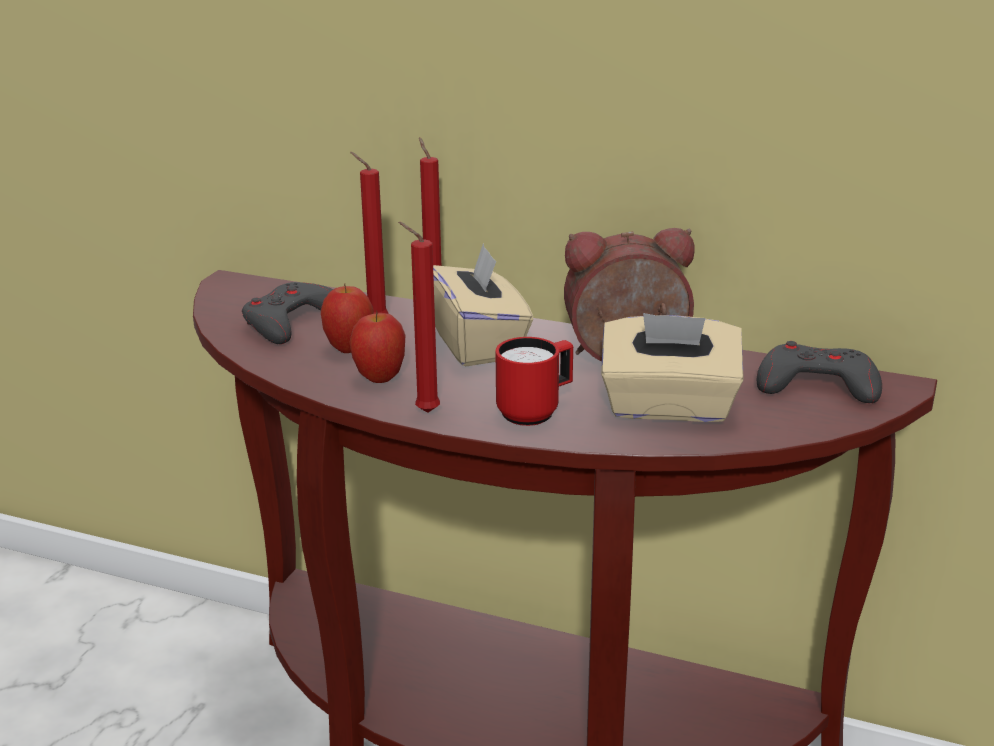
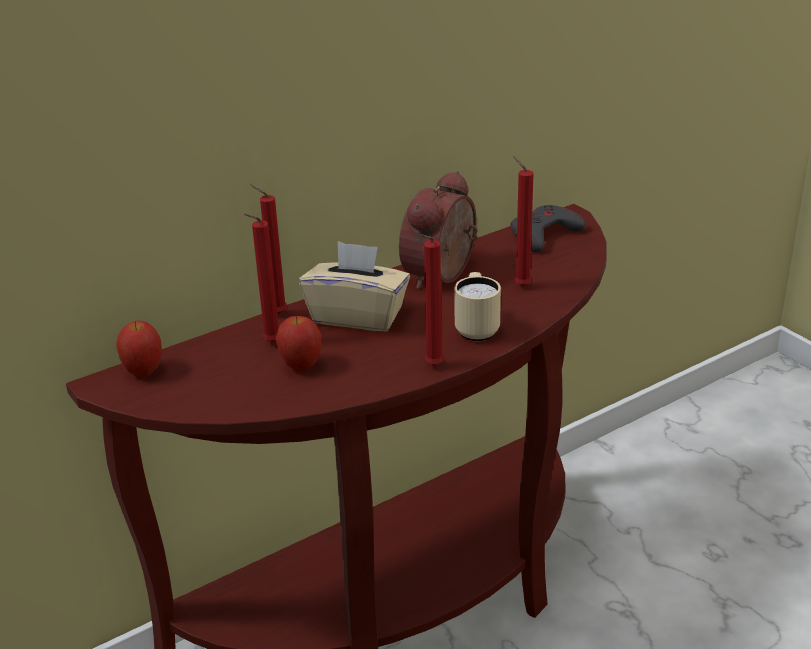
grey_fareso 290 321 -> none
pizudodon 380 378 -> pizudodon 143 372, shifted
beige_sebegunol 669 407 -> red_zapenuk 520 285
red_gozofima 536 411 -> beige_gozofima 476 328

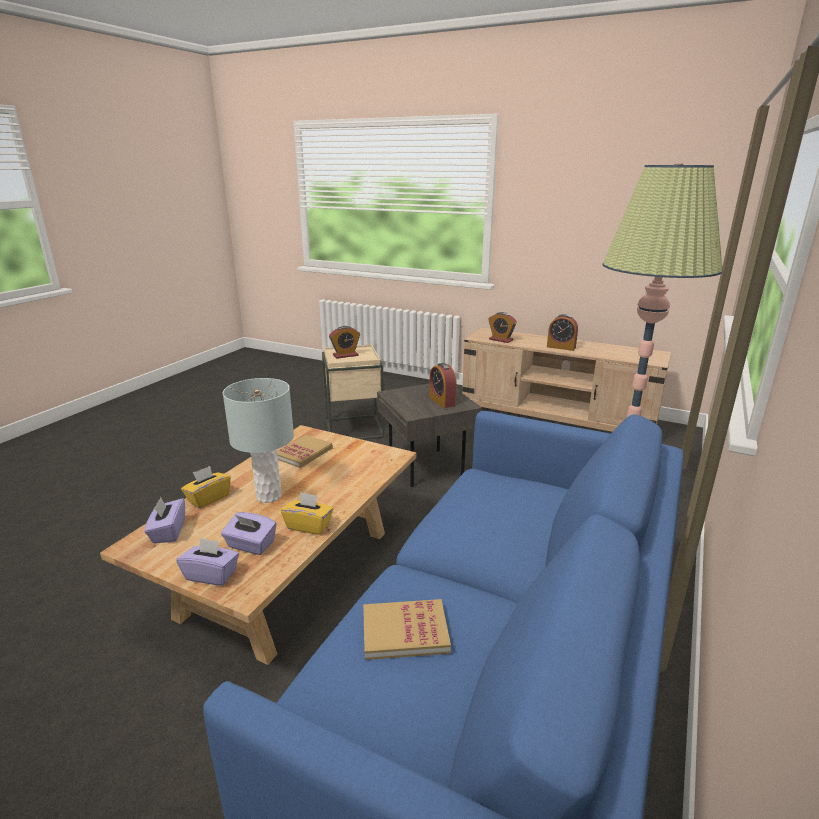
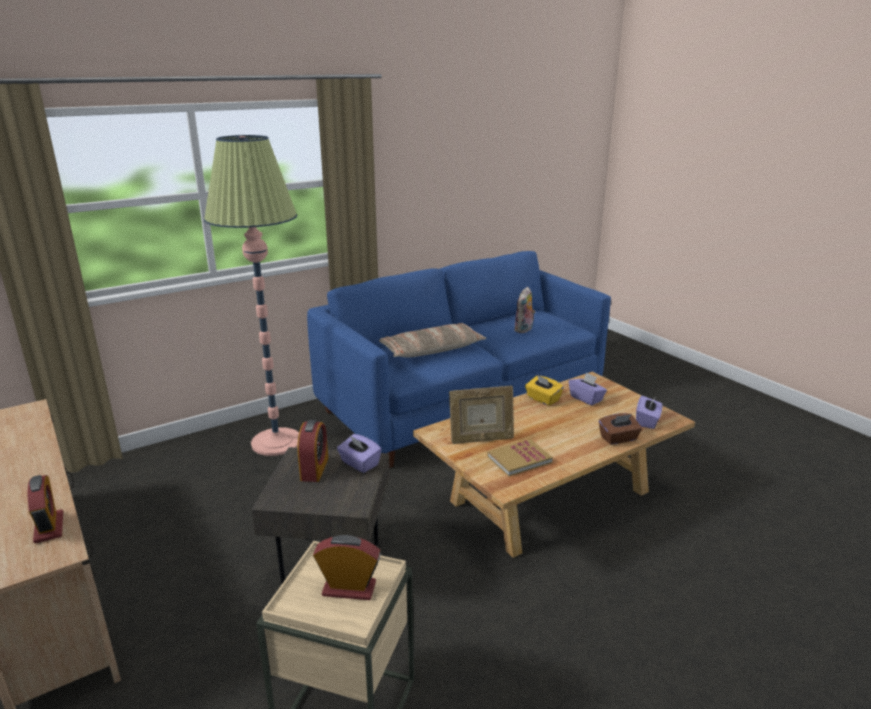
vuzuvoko 561 347 -> none
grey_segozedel 268 496 -> none
yellow_sebegunol 208 498 -> brown_sebegunol 618 438
purple_sebegunol 211 575 -> purple_sebegunol 359 463, shifted
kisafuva 405 631 -> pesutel 524 330
none -> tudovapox 432 350
none -> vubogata 481 440

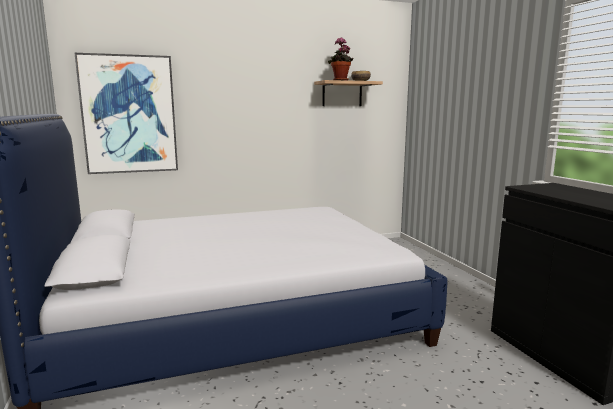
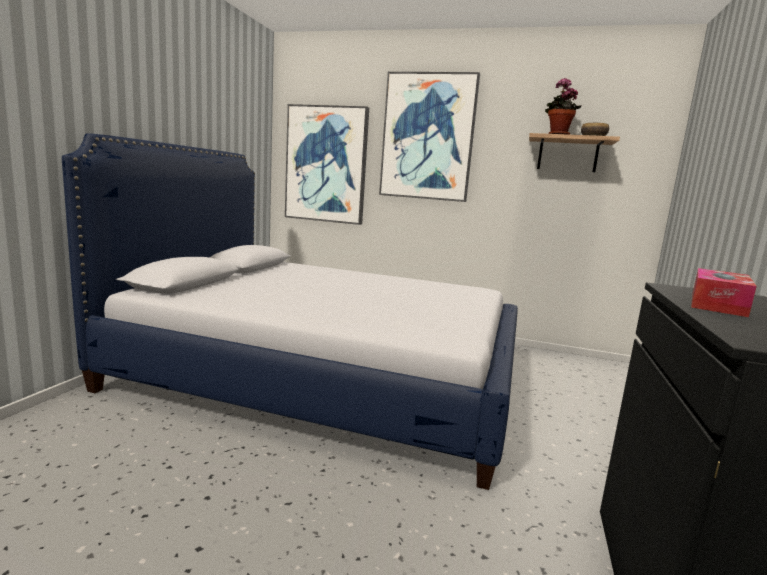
none -> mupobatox 428 137
none -> sebegunol 717 304

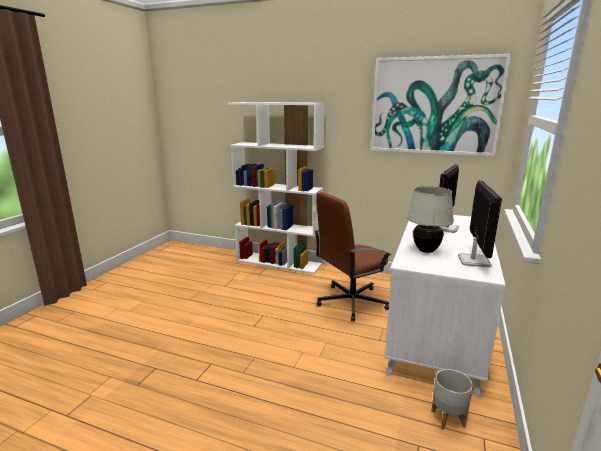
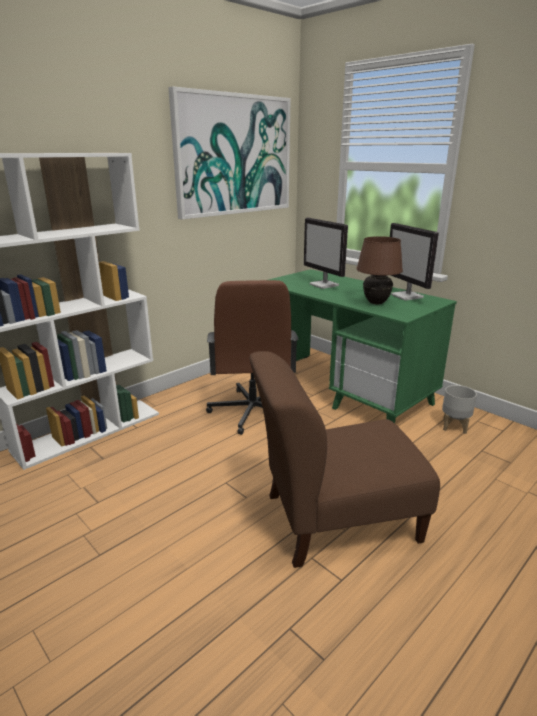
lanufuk 473 261 -> lanufuk 407 296, 150 degrees counterclockwise
white_segozedel 425 251 -> brown_segozedel 376 303
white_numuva 436 334 -> green_numuva 344 389
none -> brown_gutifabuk 334 519

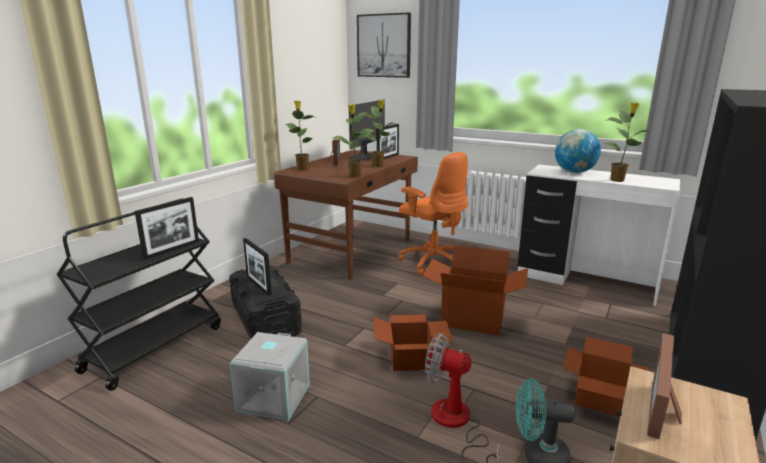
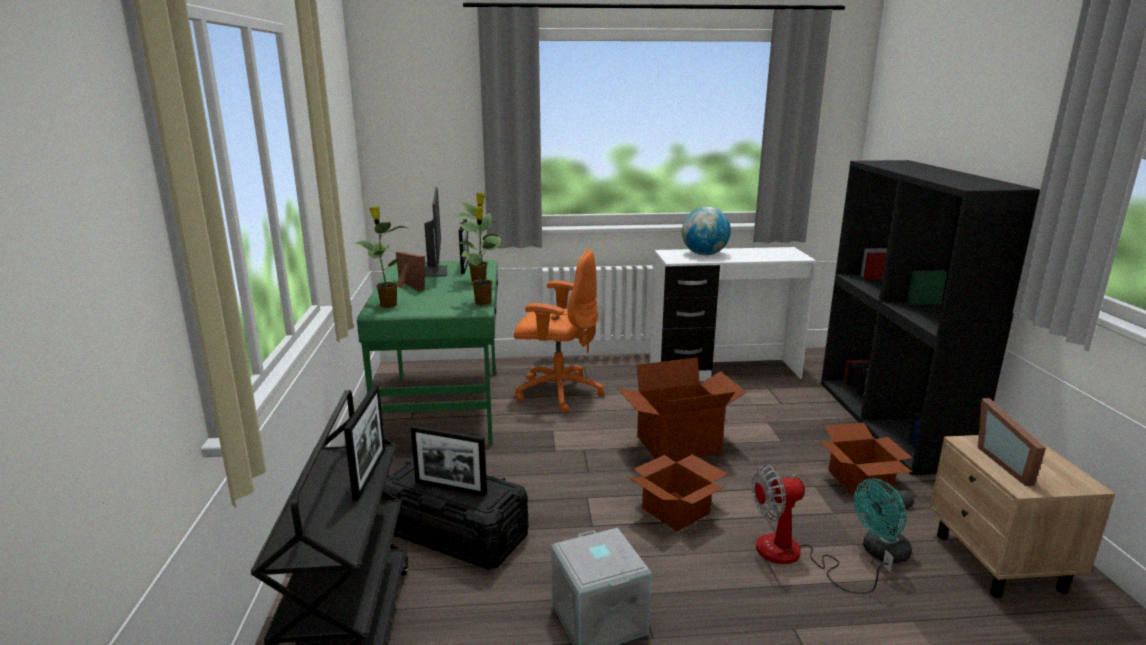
mupobatox 384 46 -> none
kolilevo 618 180 -> none
brown_numuva 352 251 -> green_numuva 443 406

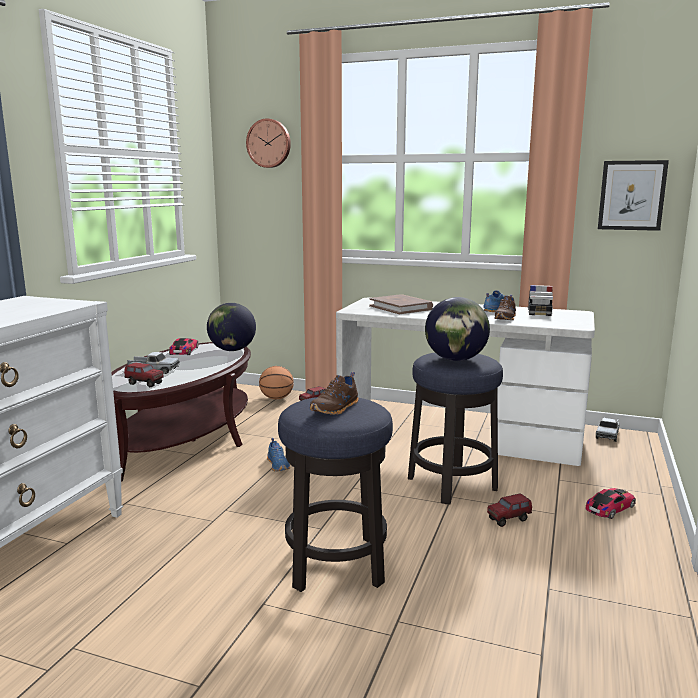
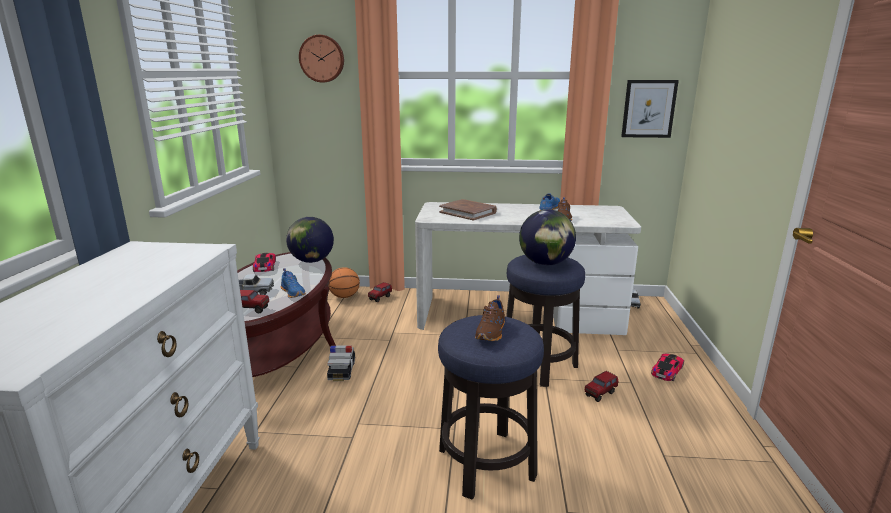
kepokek 539 312 -> kepokek 342 370, shifted
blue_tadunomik 278 465 -> blue_tadunomik 293 292, shifted

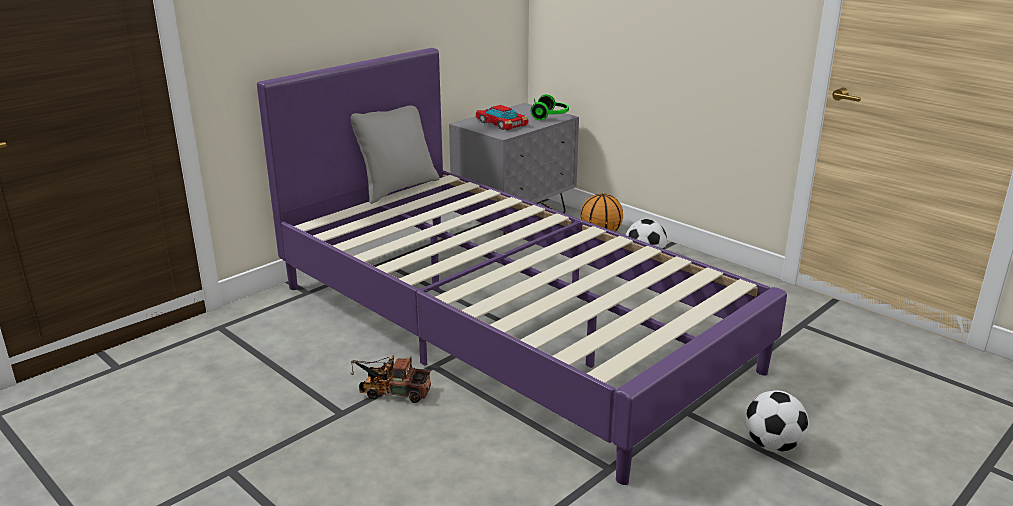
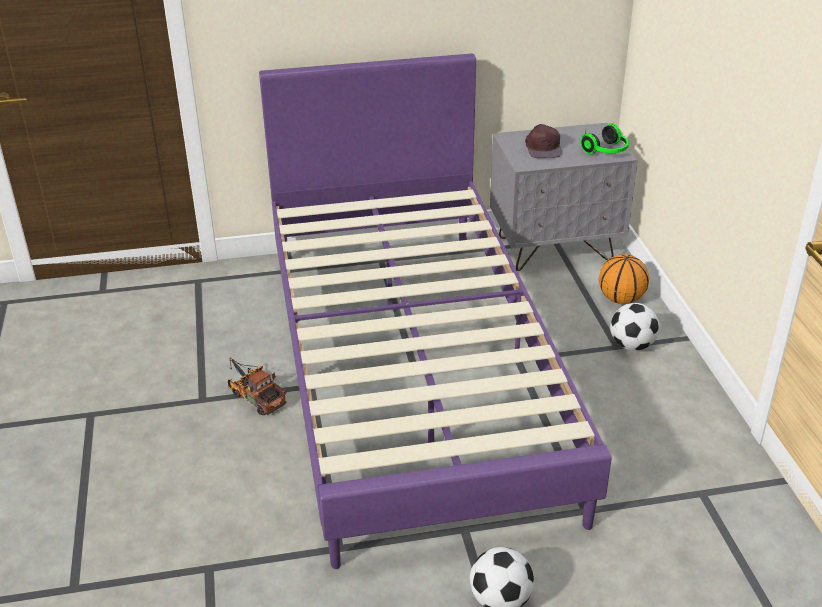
kepokek 501 123 -> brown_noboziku 543 147
grey_tudovapox 397 188 -> none

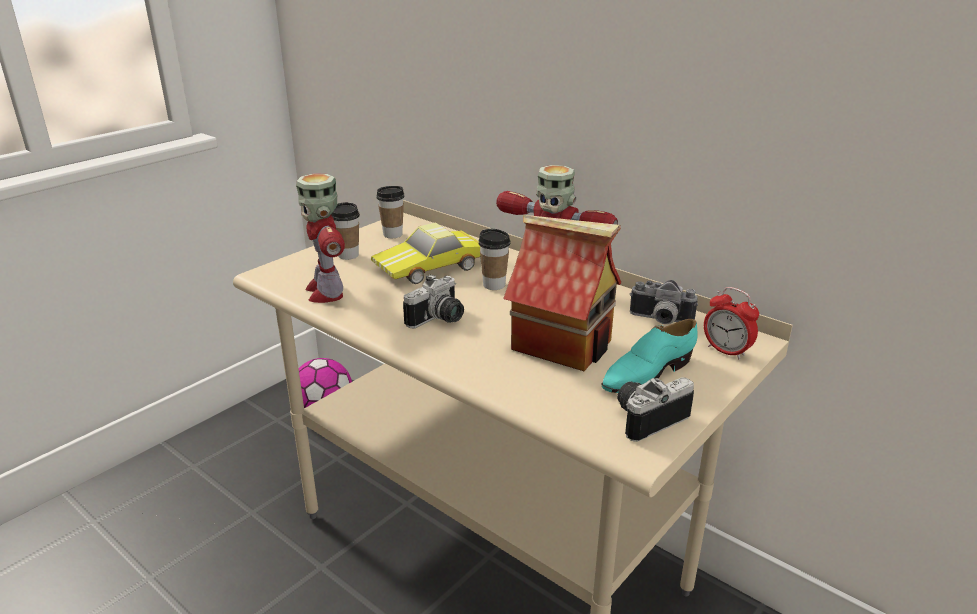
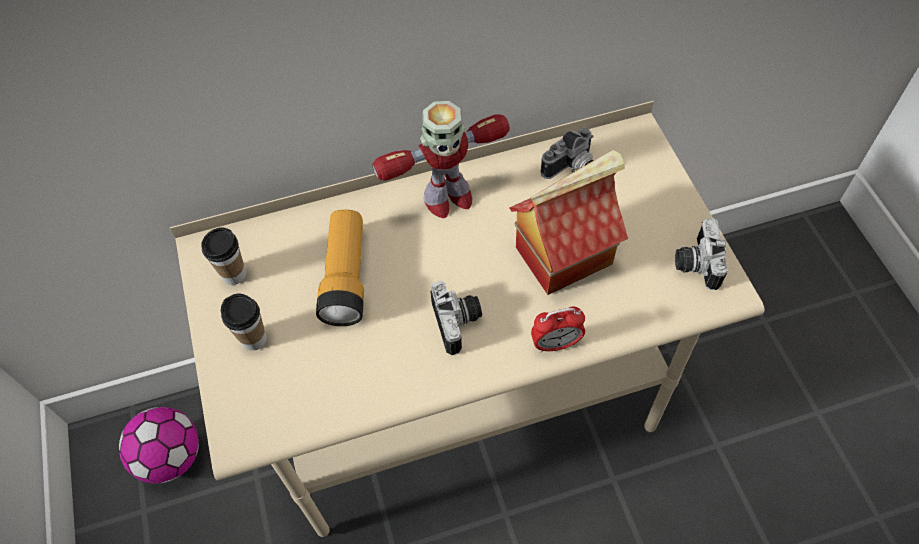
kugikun 326 291 -> none
kepokek 431 268 -> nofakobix 346 277
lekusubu 494 285 -> none
vuzuvoko 726 351 -> vuzuvoko 556 344, shifted
turquoise_tadunomik 647 374 -> none

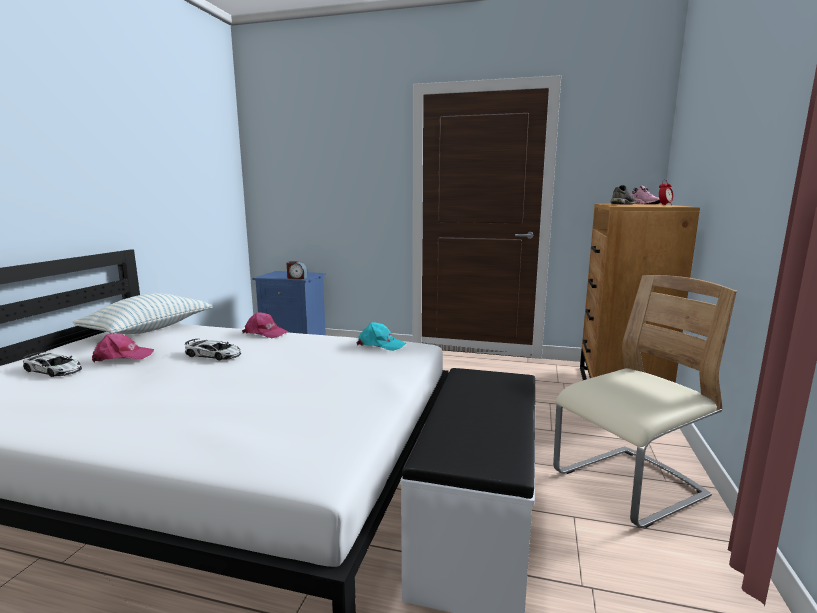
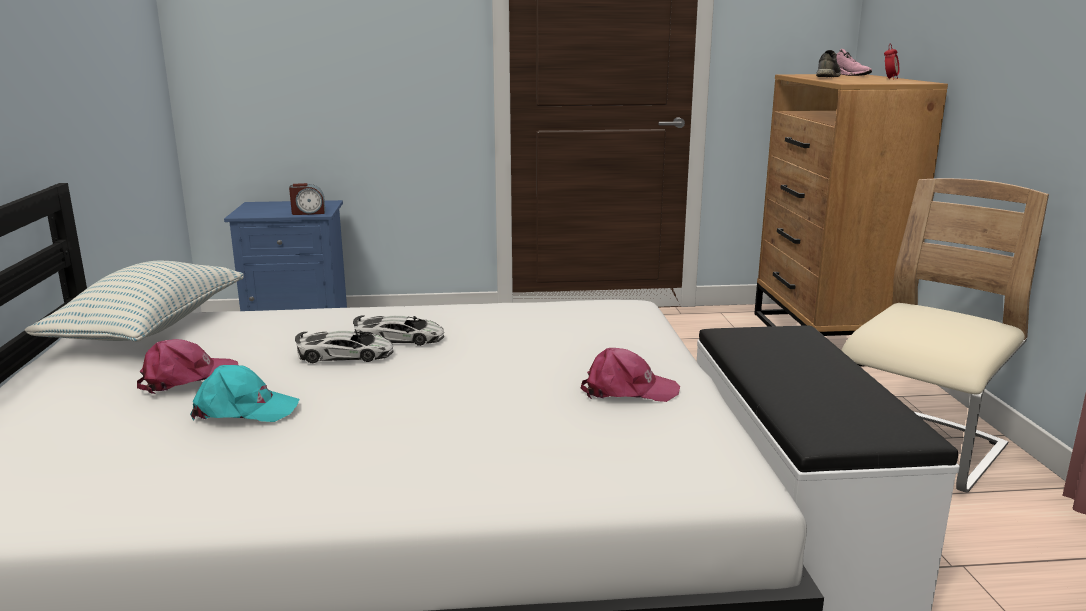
pink_noboziku 265 333 -> pink_noboziku 628 390, shifted
turquoise_noboziku 380 344 -> turquoise_noboziku 244 410, shifted
kepokek 54 370 -> kepokek 399 338, shifted

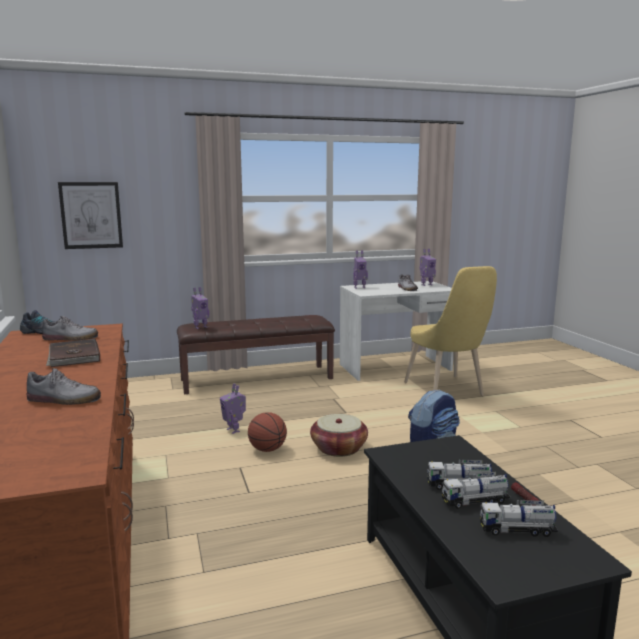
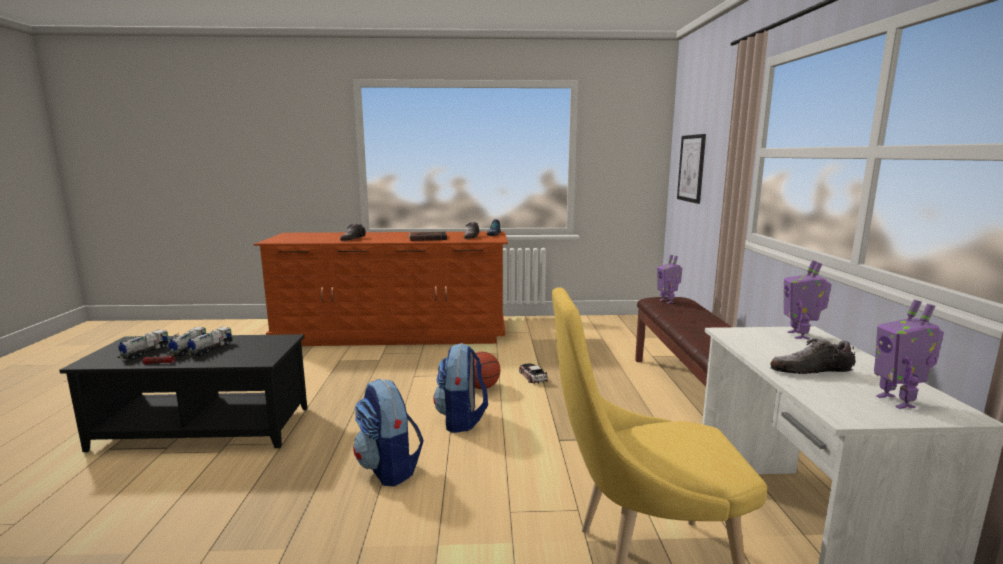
kugikun 234 430 -> kepokek 533 377
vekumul 339 448 -> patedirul 462 420

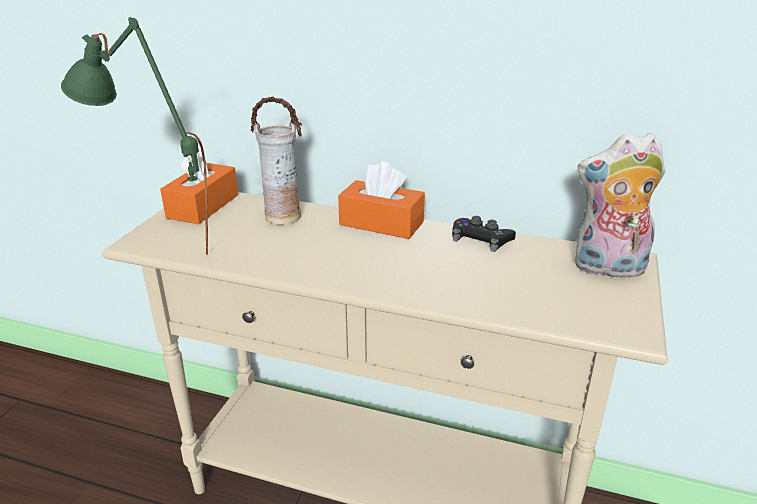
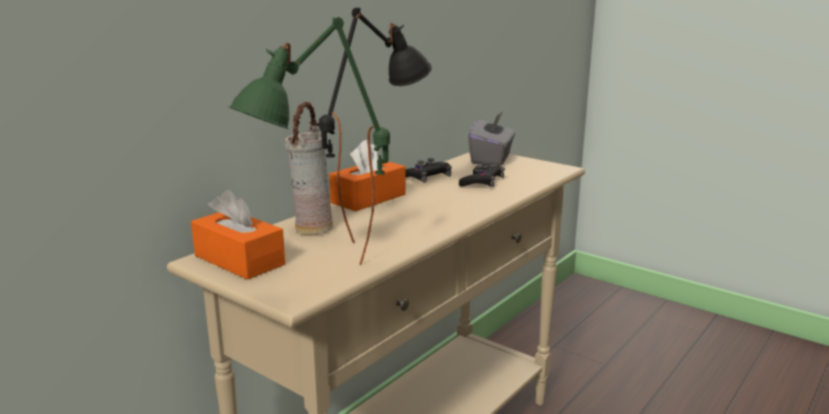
pesutel 608 269 -> grey_sebegunol 491 159
none -> black_segozedel 377 225
none -> black_fareso 482 182

